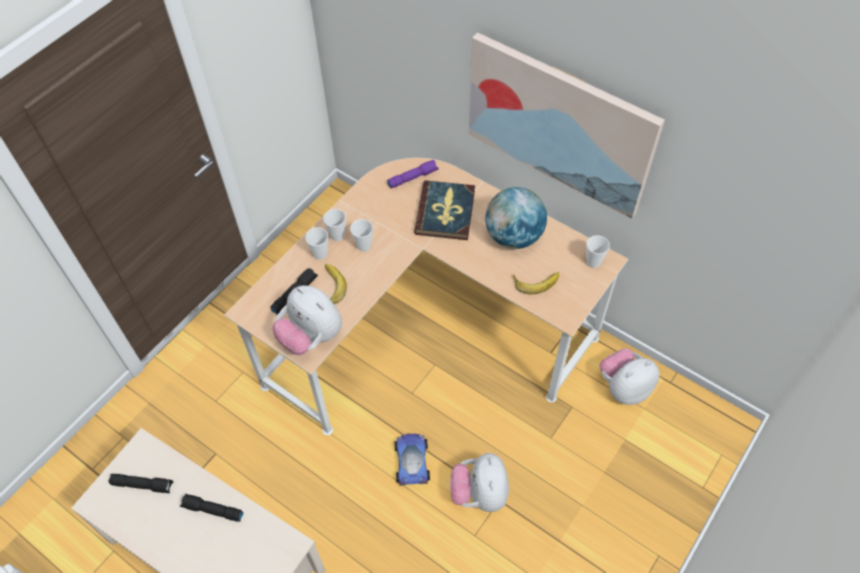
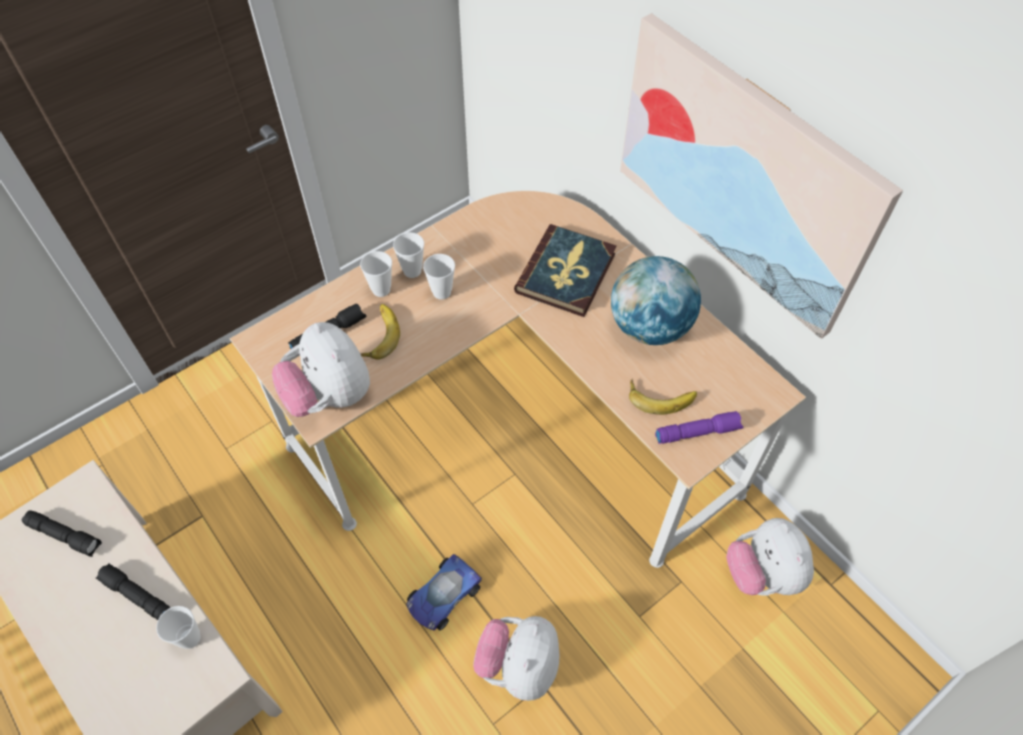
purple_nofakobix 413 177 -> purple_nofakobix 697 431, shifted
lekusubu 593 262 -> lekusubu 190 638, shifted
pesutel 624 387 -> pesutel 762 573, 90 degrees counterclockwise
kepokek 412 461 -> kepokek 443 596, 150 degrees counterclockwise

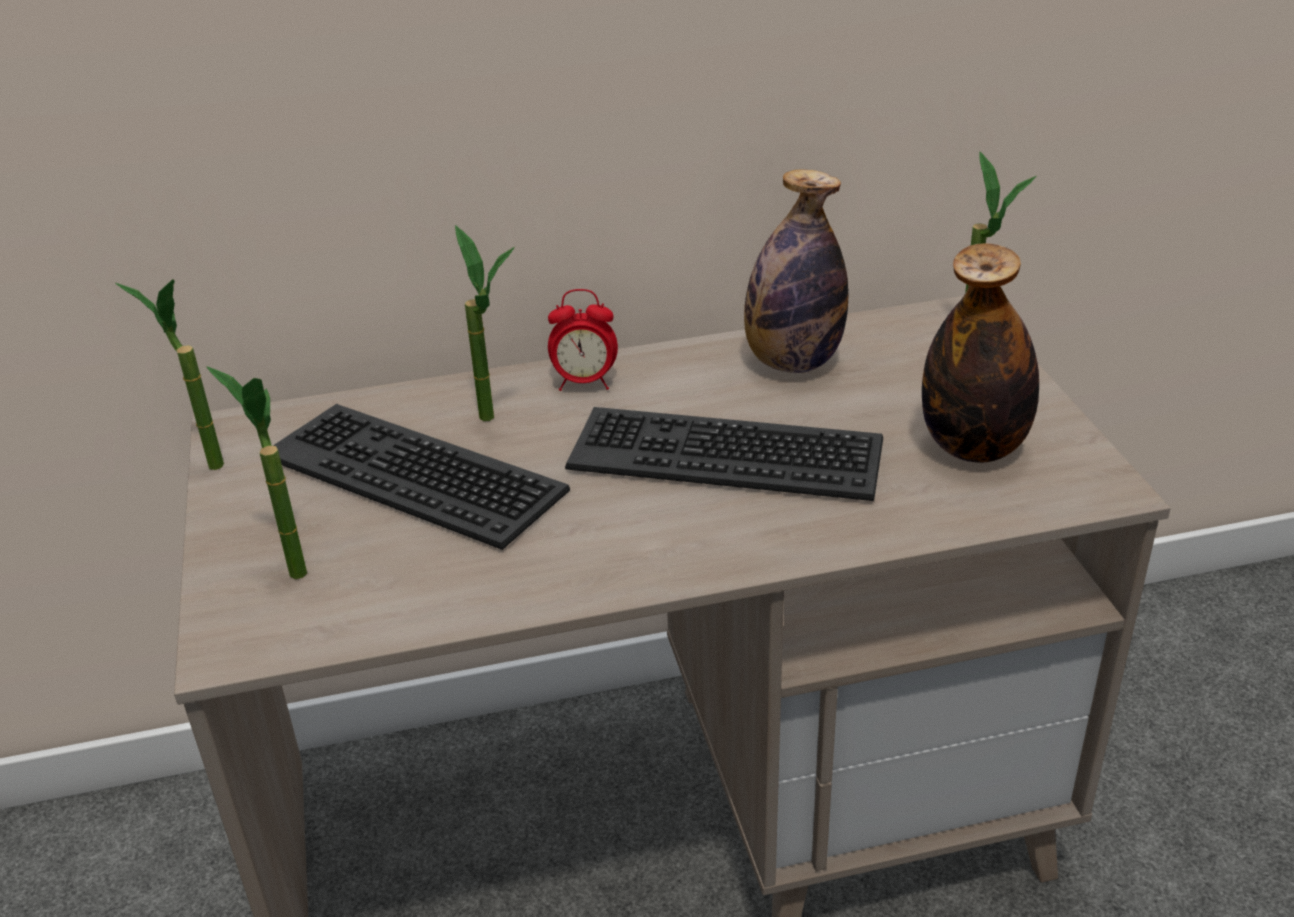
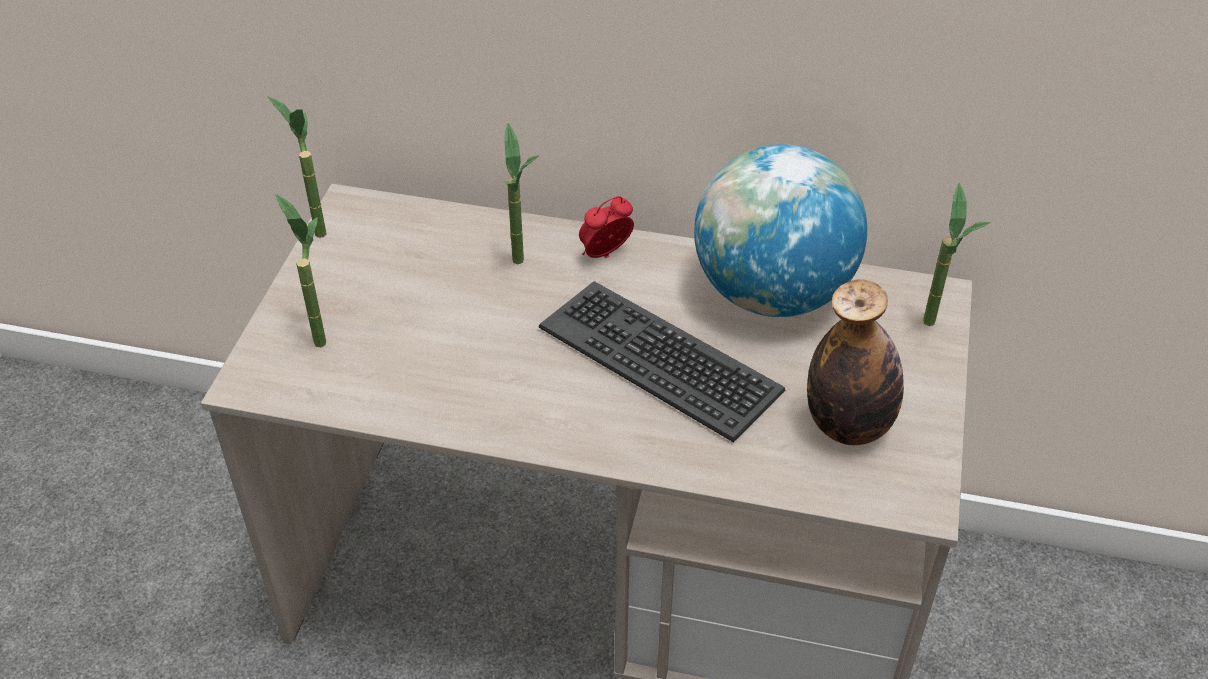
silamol 792 362 -> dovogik 771 294
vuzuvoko 584 383 -> vuzuvoko 605 255, 120 degrees clockwise
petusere 415 474 -> none

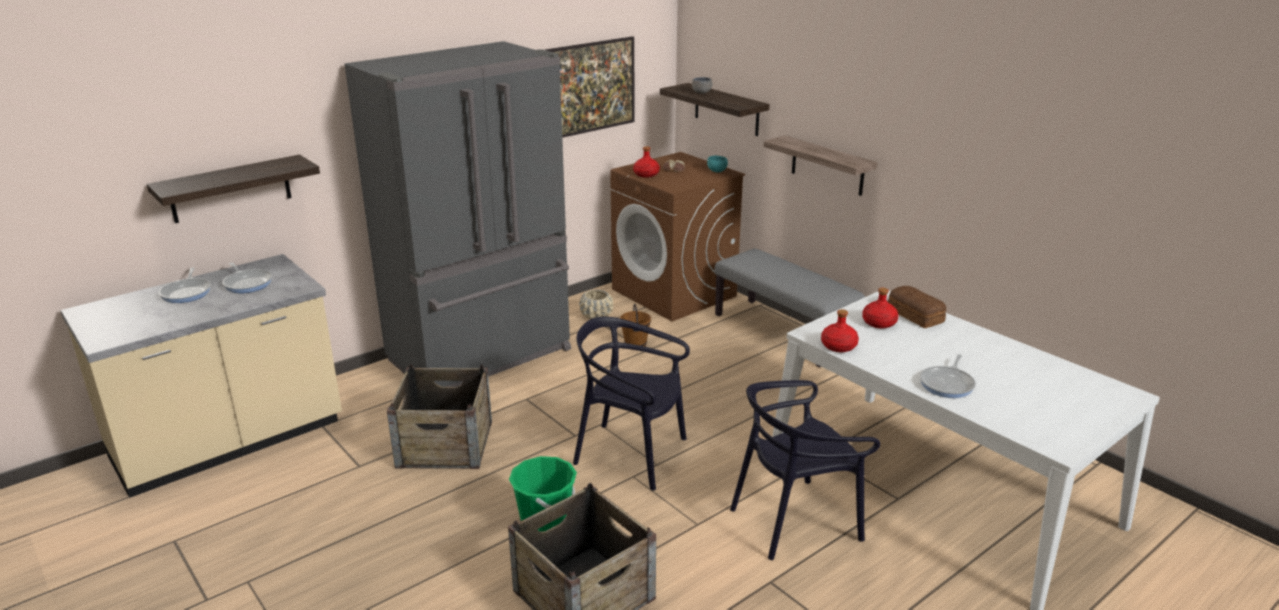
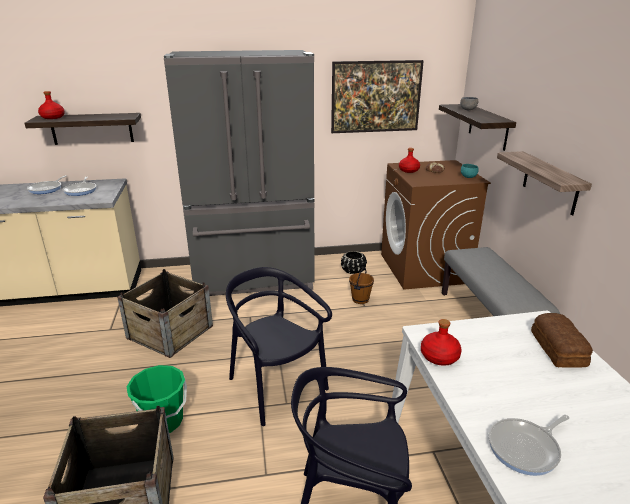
red_silamol 878 323 -> red_silamol 52 117, shifted
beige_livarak 596 315 -> black_livarak 353 270

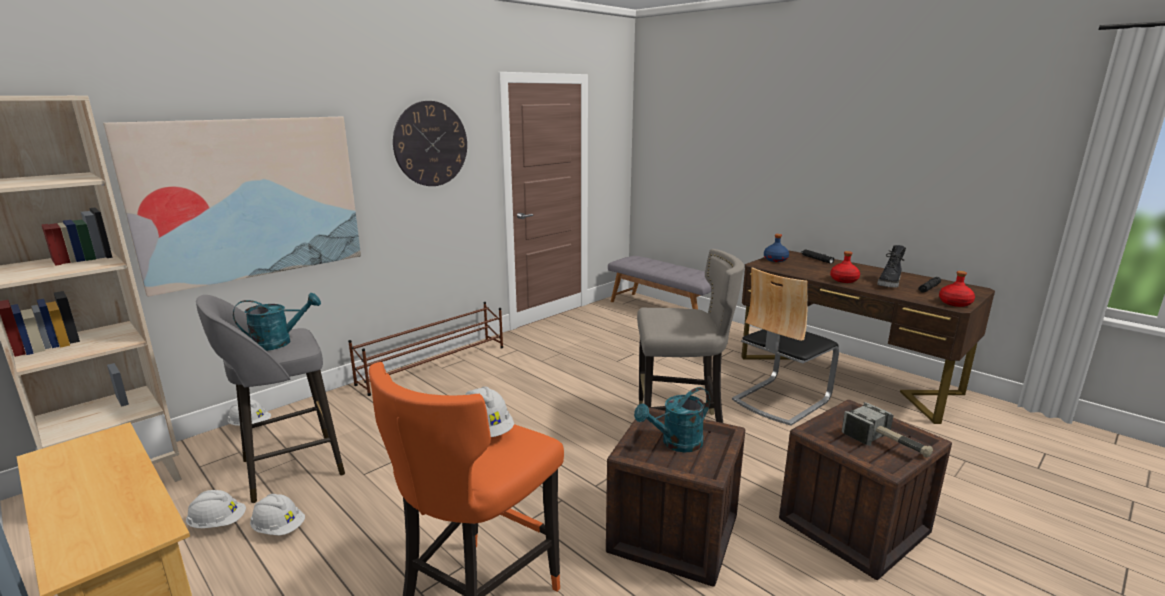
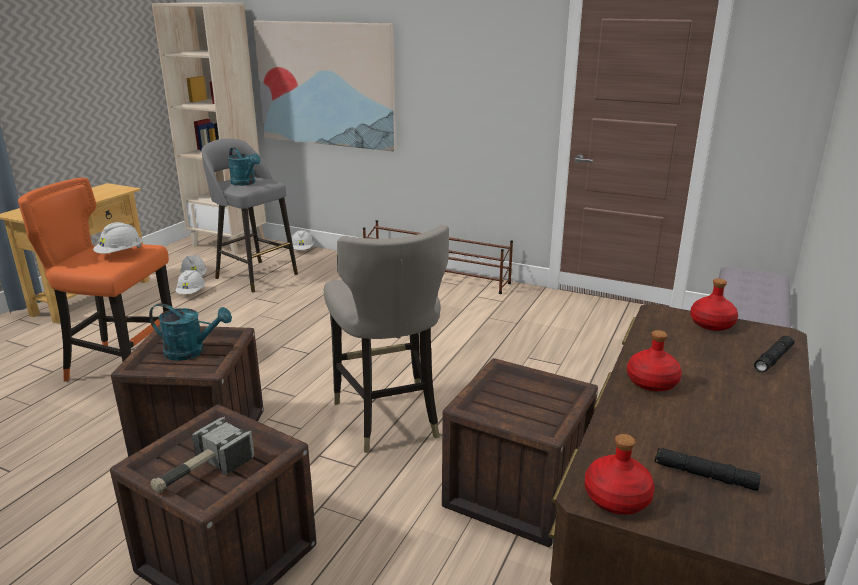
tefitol 431 144 -> none
blue_silamol 775 260 -> red_silamol 711 324
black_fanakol 890 284 -> none
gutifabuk 780 399 -> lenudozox 516 492
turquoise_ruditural 676 444 -> turquoise_ruditural 192 352, 150 degrees clockwise

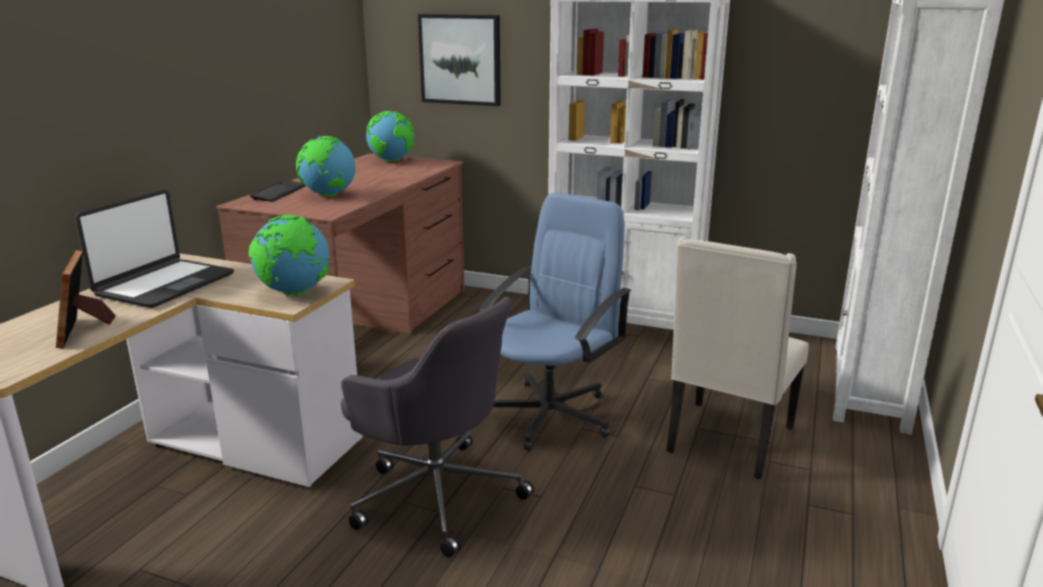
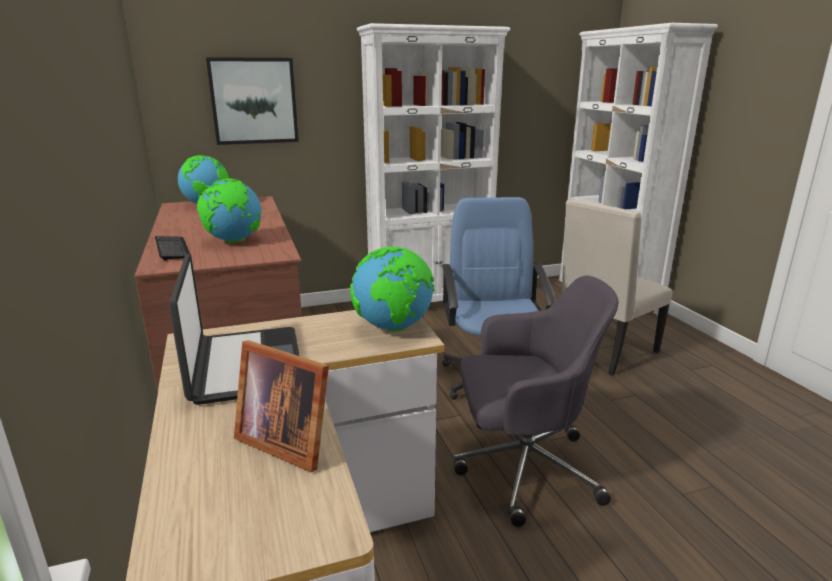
beige_gutifabuk 728 441 -> beige_gutifabuk 604 352, 60 degrees clockwise

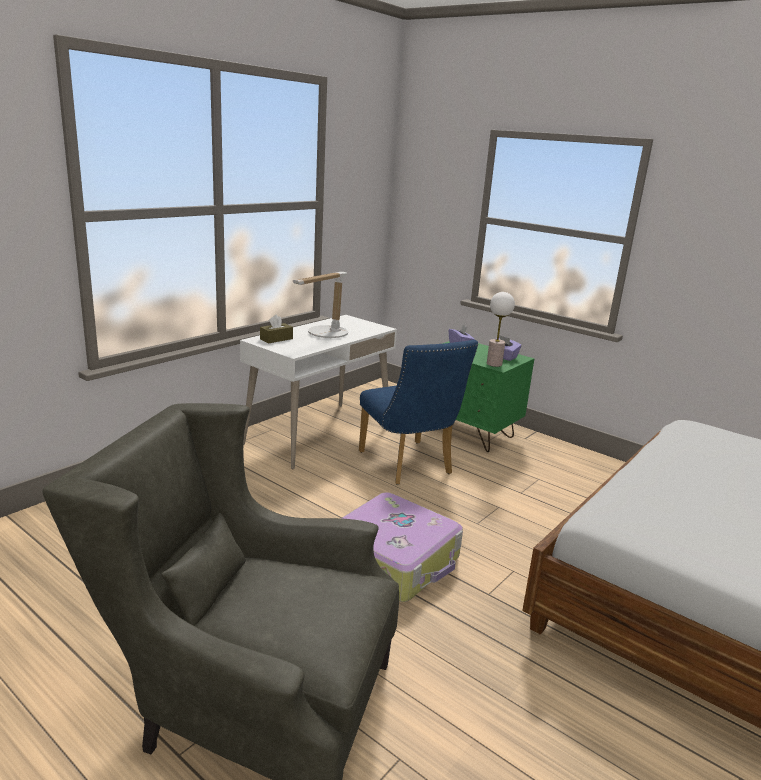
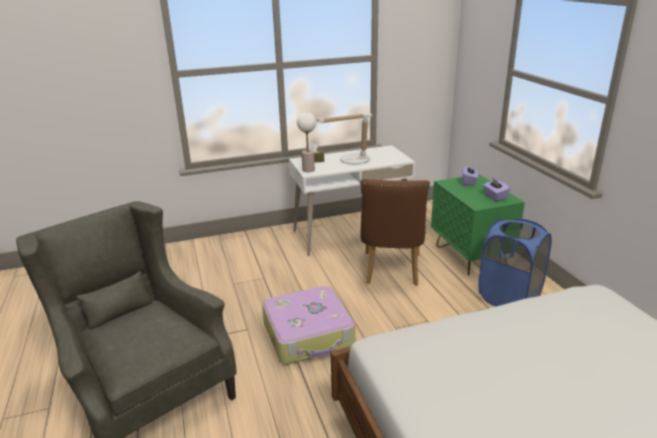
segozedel 494 364 -> segozedel 308 170, shifted
blue_gutifabuk 408 466 -> brown_gutifabuk 391 272
none -> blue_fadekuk 509 298

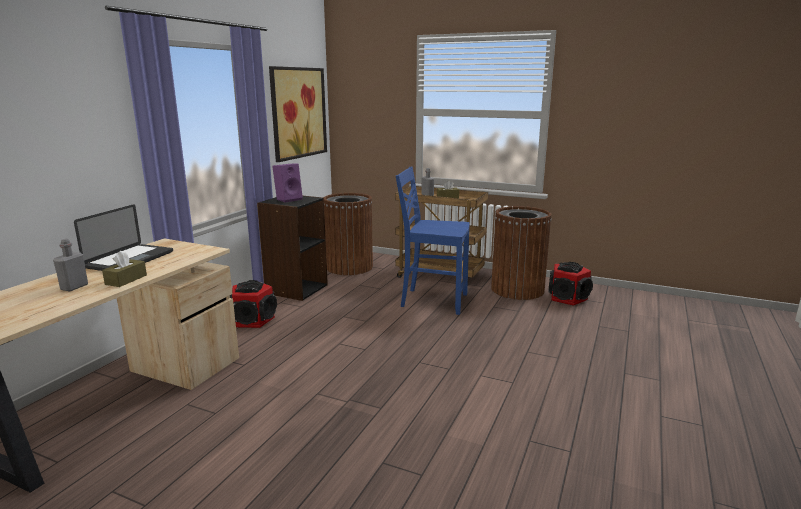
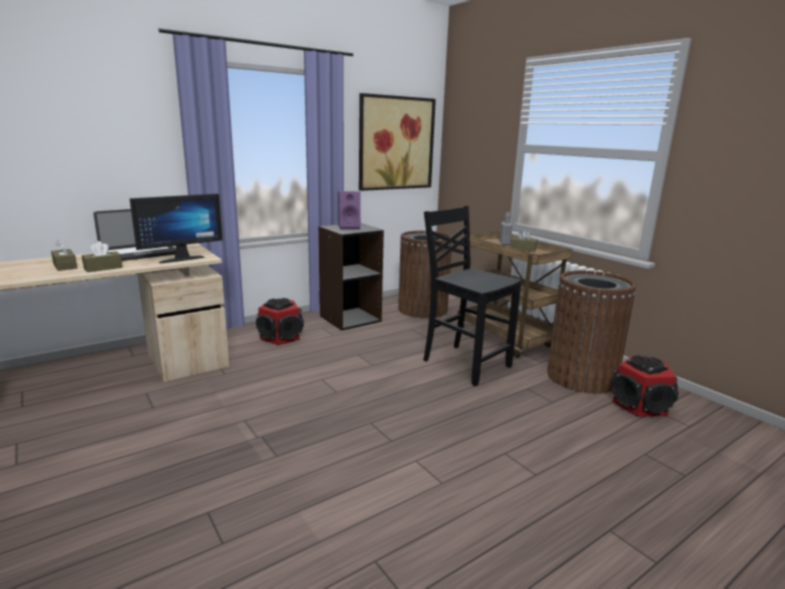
blue_gutifabuk 432 301 -> black_gutifabuk 464 363
grey_silamol 74 287 -> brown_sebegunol 65 266
none -> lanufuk 180 258

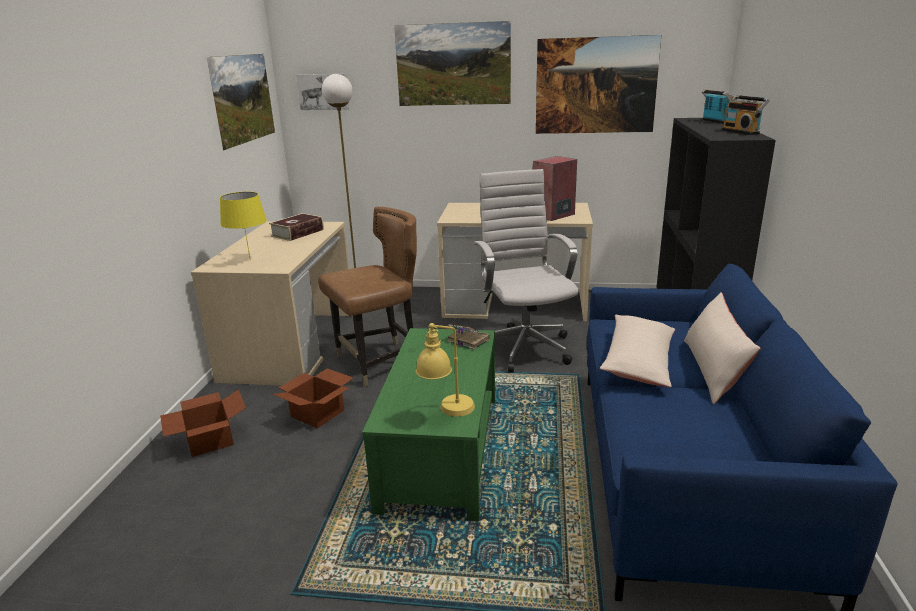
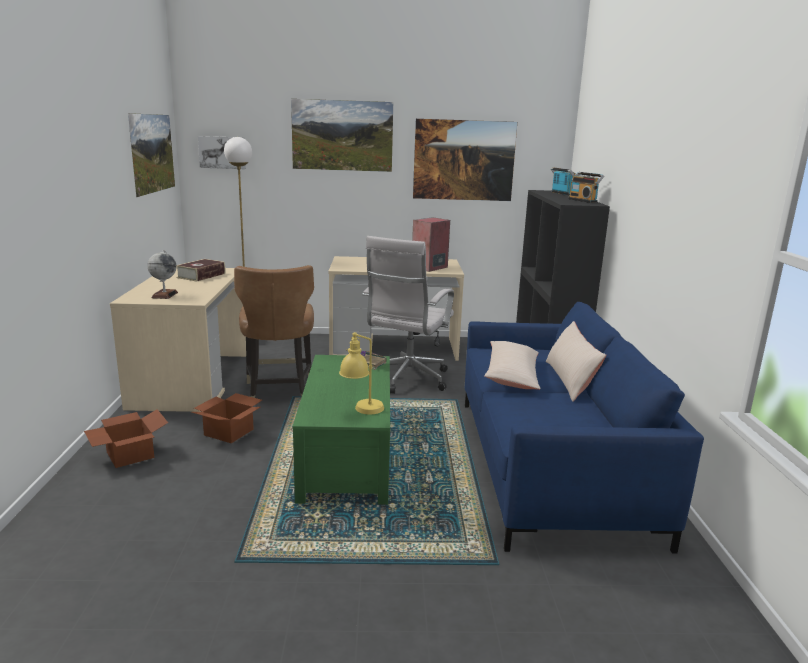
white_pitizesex 524 347 -> white_pitizesex 407 380, 135 degrees counterclockwise
yellow_segozedel 250 260 -> dovogik 164 295
brown_gutifabuk 379 362 -> brown_gutifabuk 278 392, 120 degrees clockwise

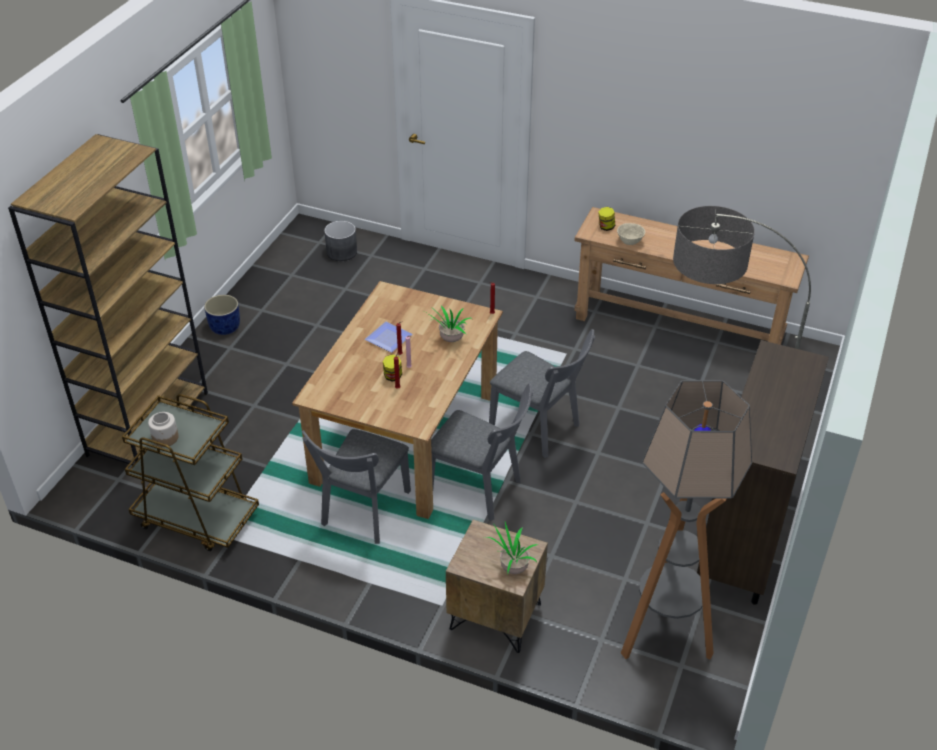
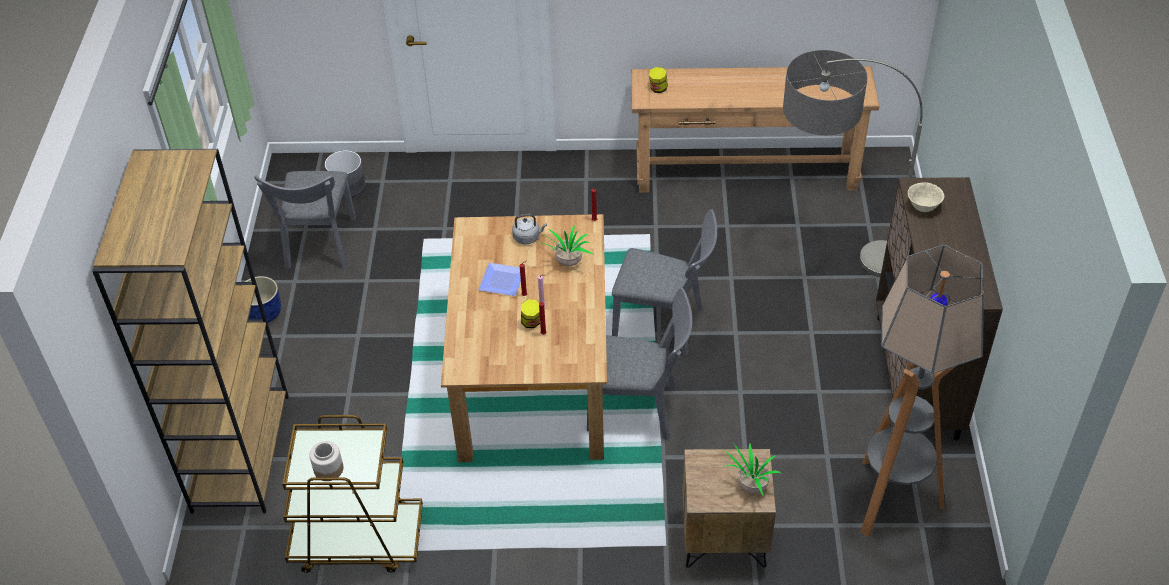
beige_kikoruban 629 242 -> beige_kikoruban 922 207, shifted
grey_gutifabuk 363 513 -> grey_gutifabuk 320 248, shifted
none -> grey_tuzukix 528 237

